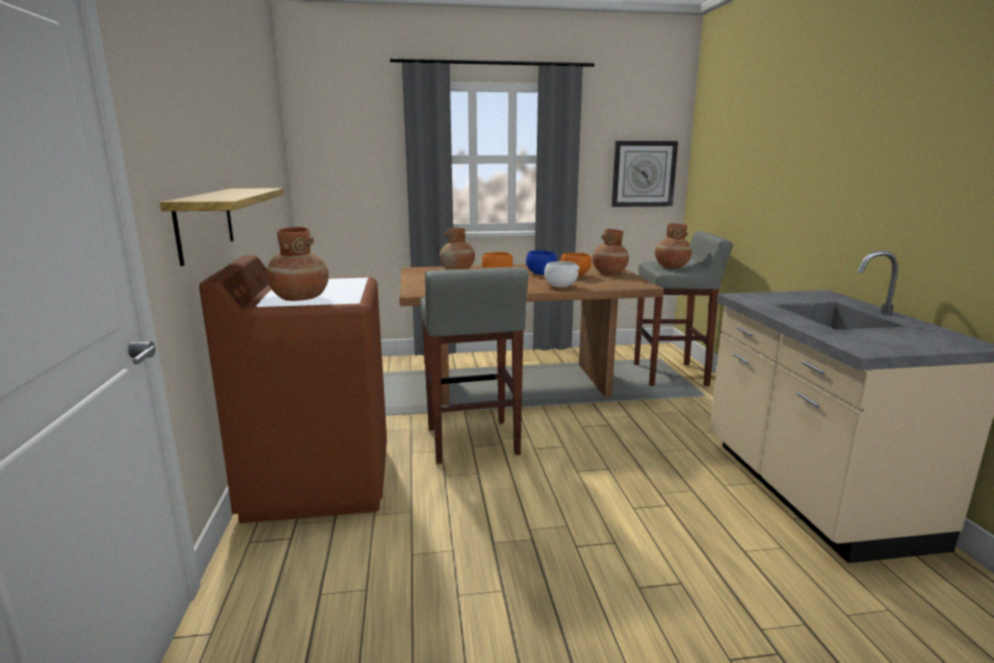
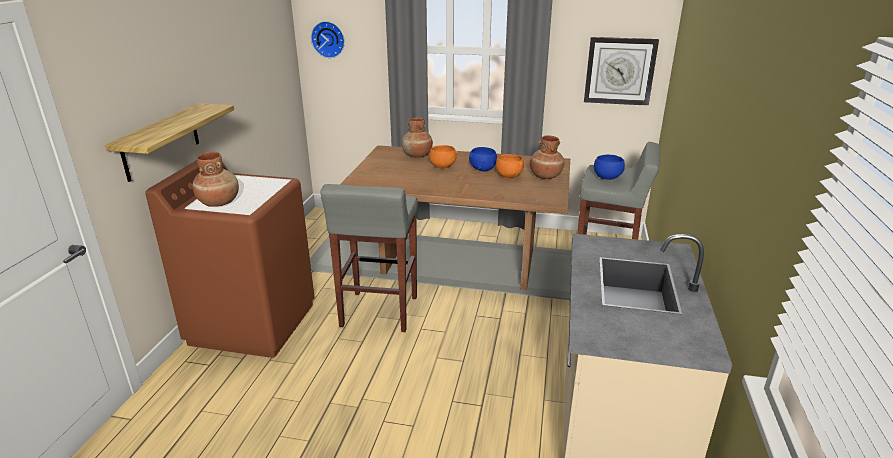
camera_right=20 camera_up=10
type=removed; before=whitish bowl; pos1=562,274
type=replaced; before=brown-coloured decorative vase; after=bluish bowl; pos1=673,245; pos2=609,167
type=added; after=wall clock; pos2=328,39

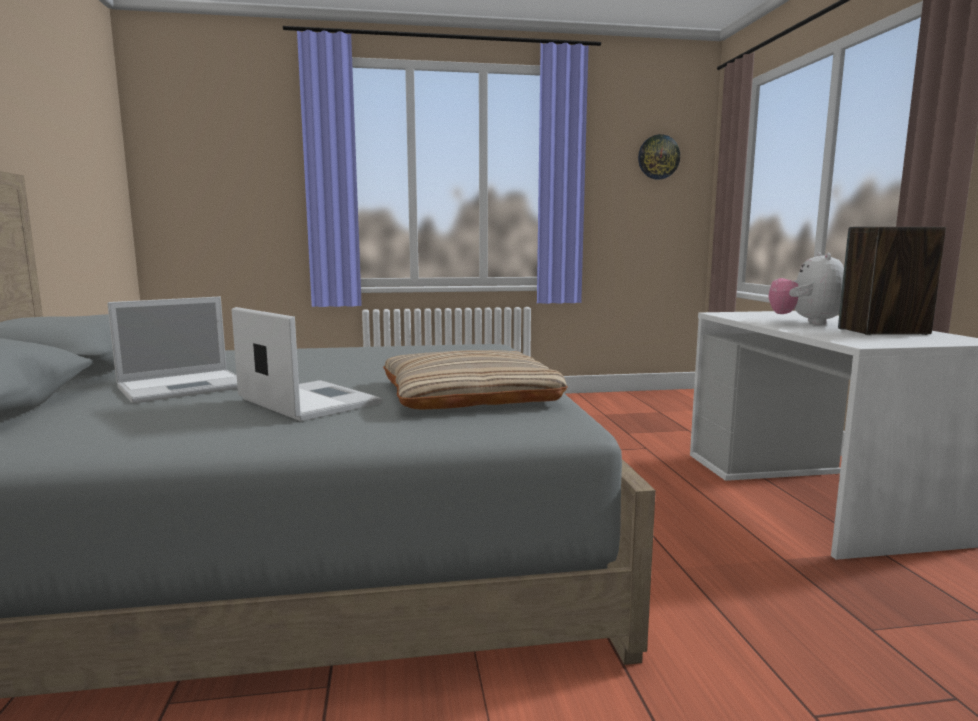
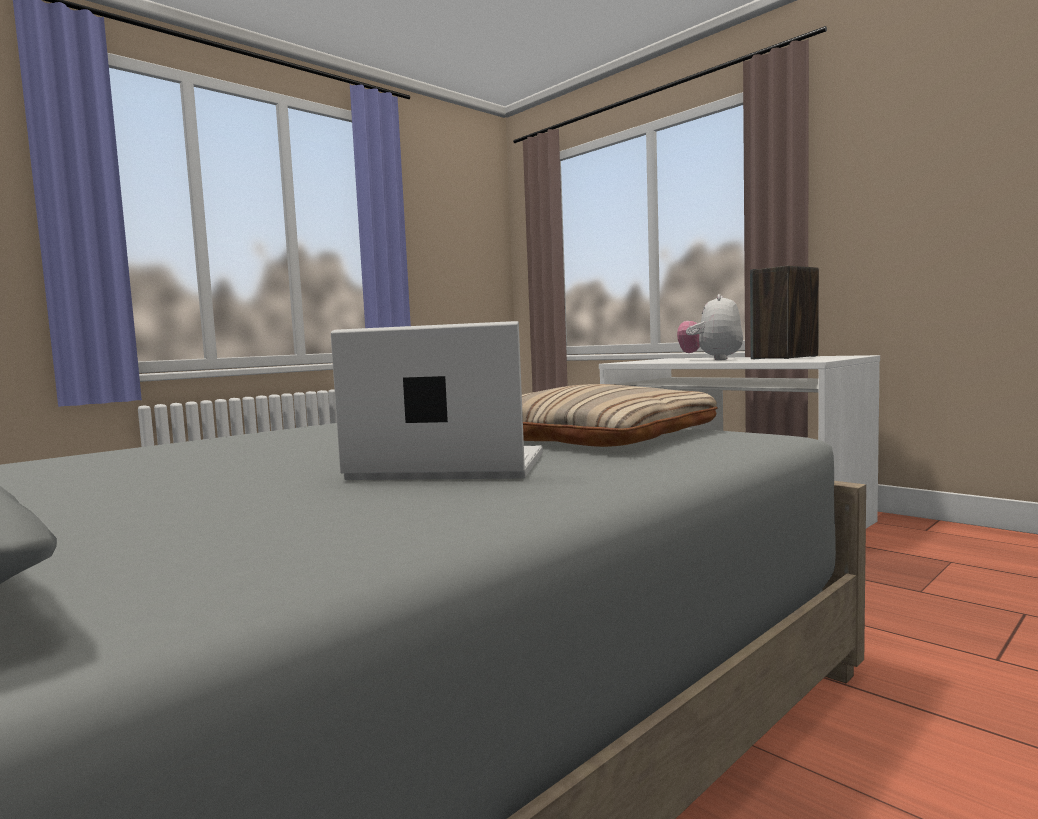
camera_right=-35 camera_up=-5
type=removed; before=laptop; pos1=172,350
type=removed; before=wall clock; pos1=659,157
type=turned; before=cuddly toy; pos1=806,288; pos2=710,327; turn=45

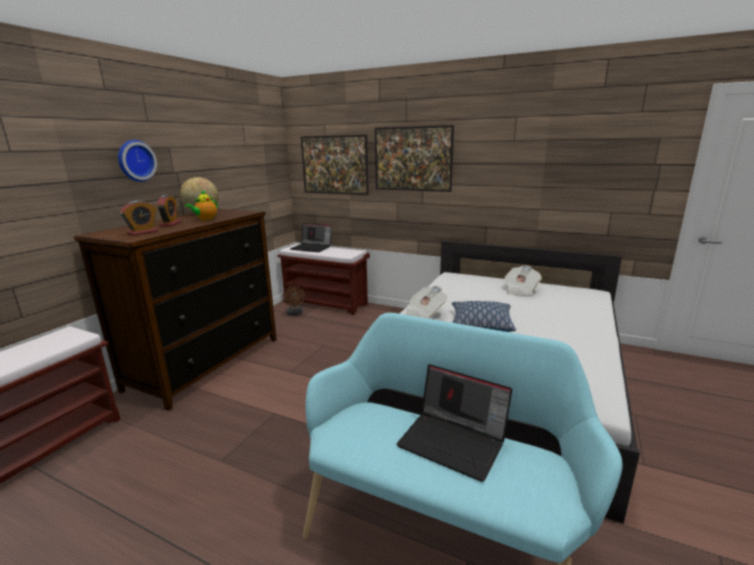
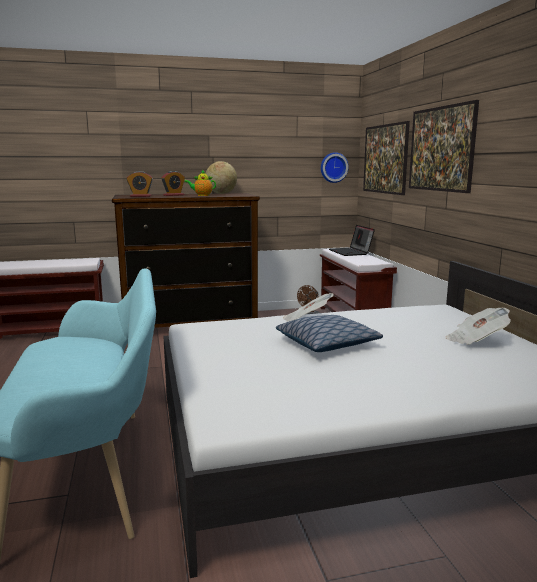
camera_right=50 camera_up=-5
type=moved; before=wall clock; pos1=137,161; pos2=335,167
type=removed; before=laptop; pos1=454,423

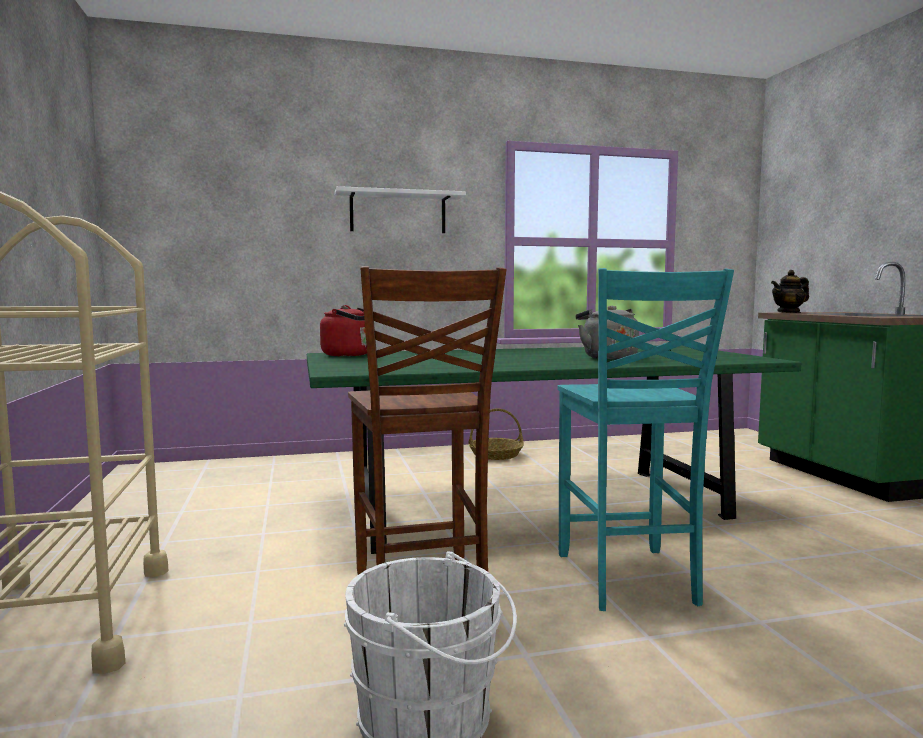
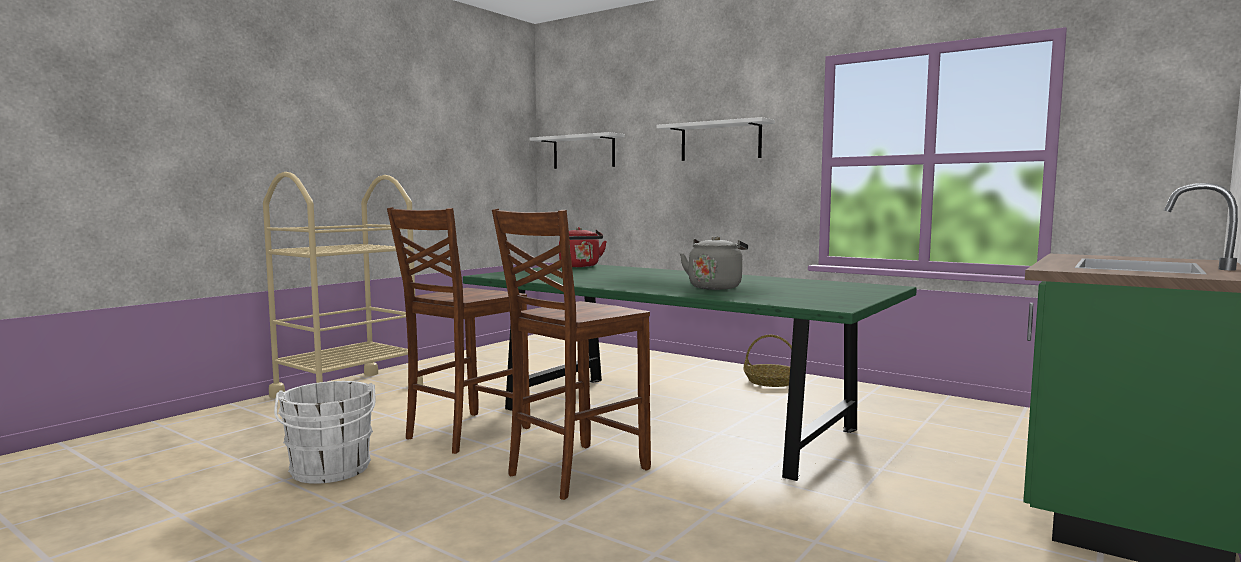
camera_right=50 camera_up=0
type=recoloured; before=turquoise-coloured upright chair; after=brown-coloured upright chair; pos1=646,439; pos2=571,354
type=removed; before=tea pot; pos1=790,291
type=added; after=whitish wall shelf; pos2=577,150

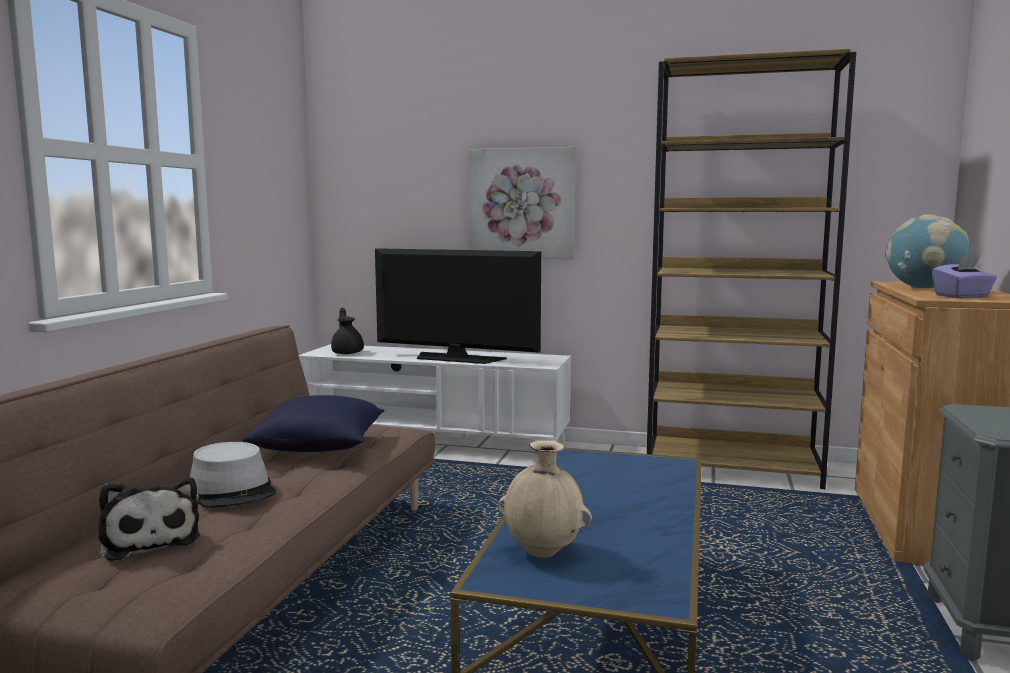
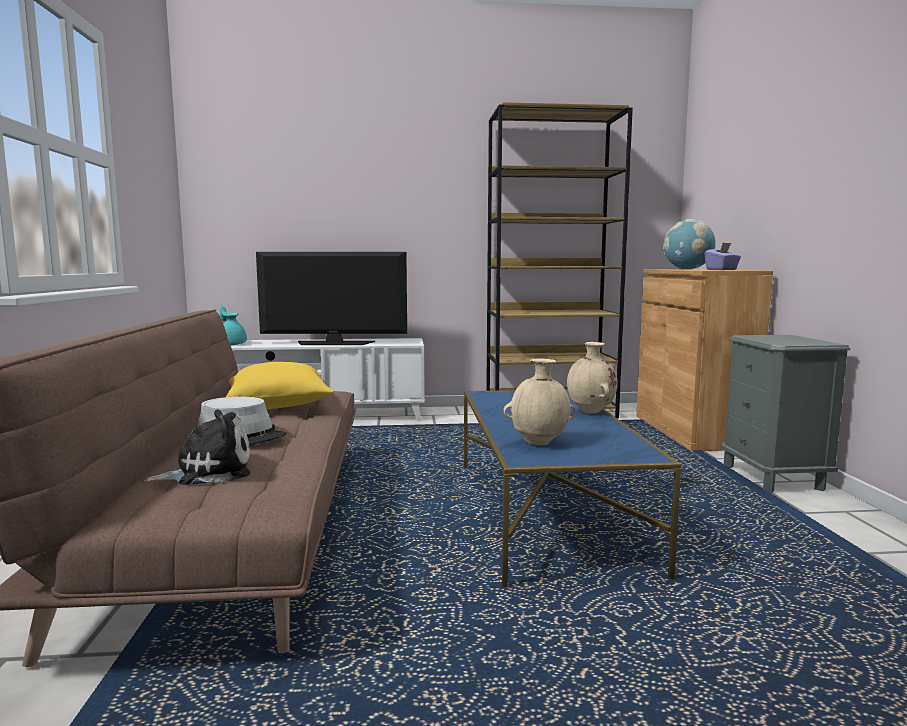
camera_right=-20 camera_up=0
type=turned; before=cuddly toy; pos1=149,519; pos2=197,447; turn=-60
type=recoloured; before=bluish throw pillow; after=yellow throw pillow; pos1=314,423; pos2=279,385
type=recoloured; before=black-coloured tea pot; after=turquoise-coloured tea pot; pos1=347,331; pos2=233,325
type=removed; before=wall art; pos1=522,203
type=added; after=beige decorative vase; pos2=592,378

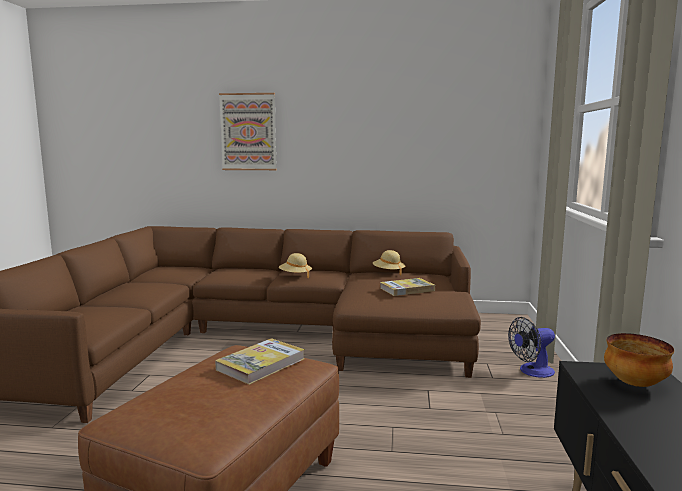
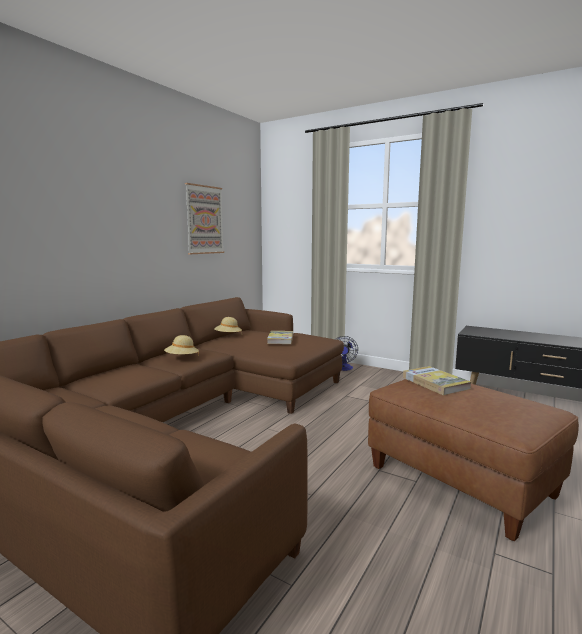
camera_right=-65 camera_up=0
type=moved; before=wall art; pos1=248,131; pos2=204,218
type=removed; before=bowl; pos1=639,360

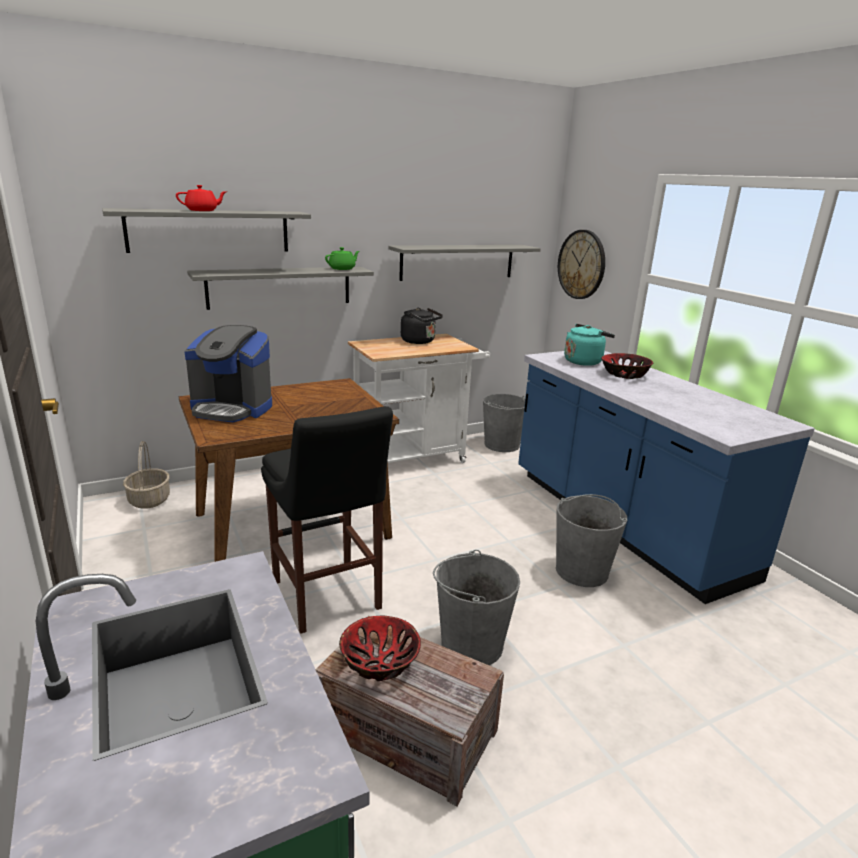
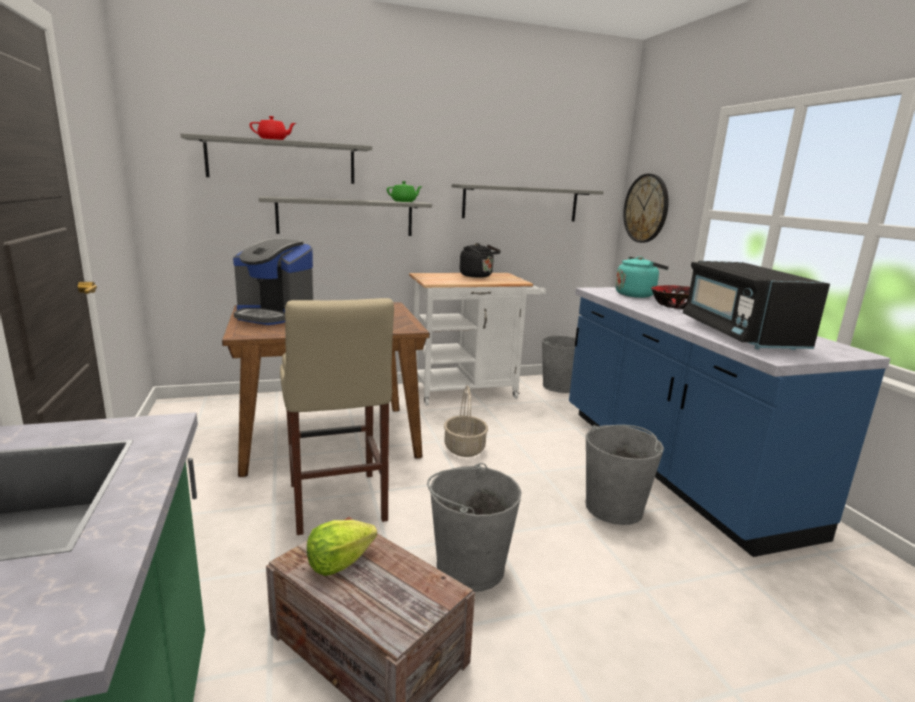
camera_right=10 camera_up=-5
type=moved; before=storage basket; pos1=146,475; pos2=466,421
type=recoloured; before=black-coloured sitting stool; after=beige sitting stool; pos1=327,520; pos2=337,416
type=replaced; before=bowl; after=head of lettuce; pos1=380,648; pos2=342,548
type=added; after=black-coloured microwave; pos2=756,305

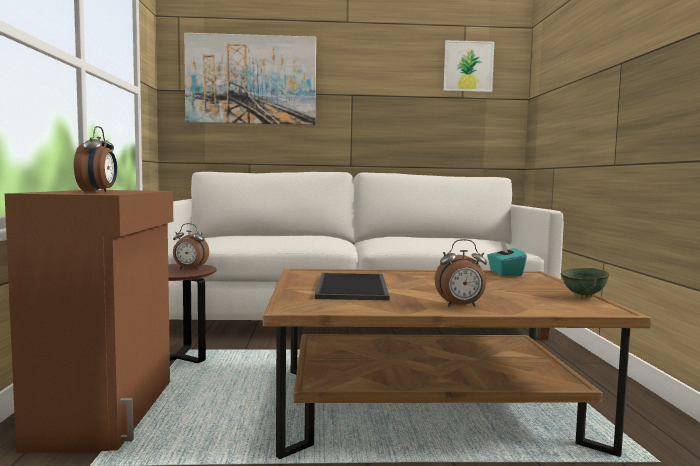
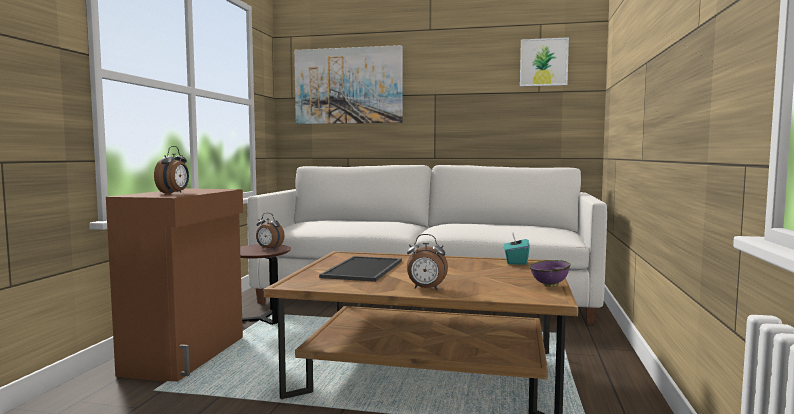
camera_right=15 camera_up=0
type=recoloured; before=greenish bowl; after=purple-coloured bowl; pos1=585,283; pos2=549,273

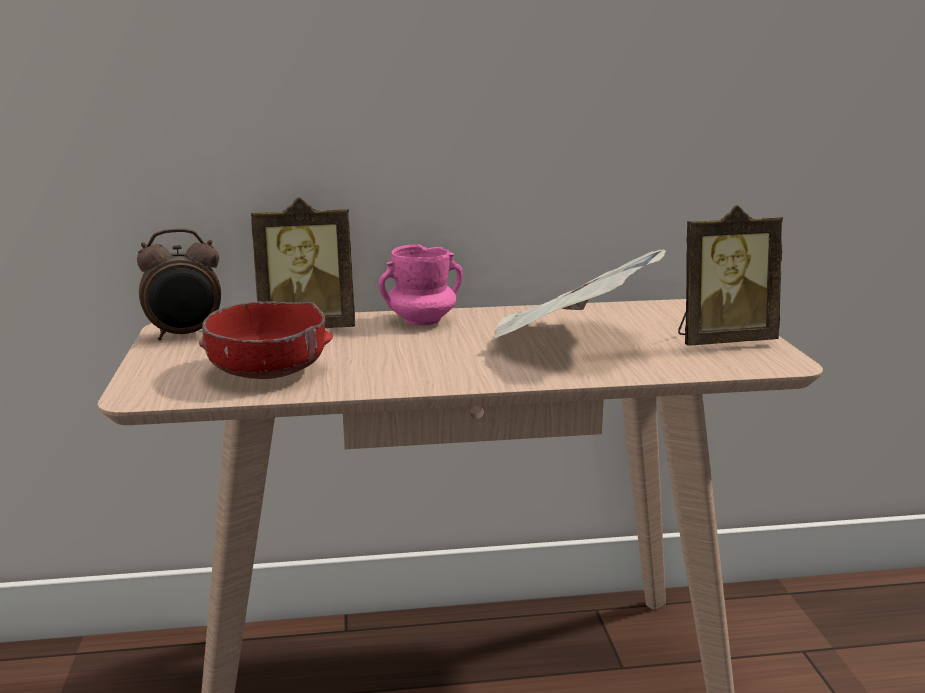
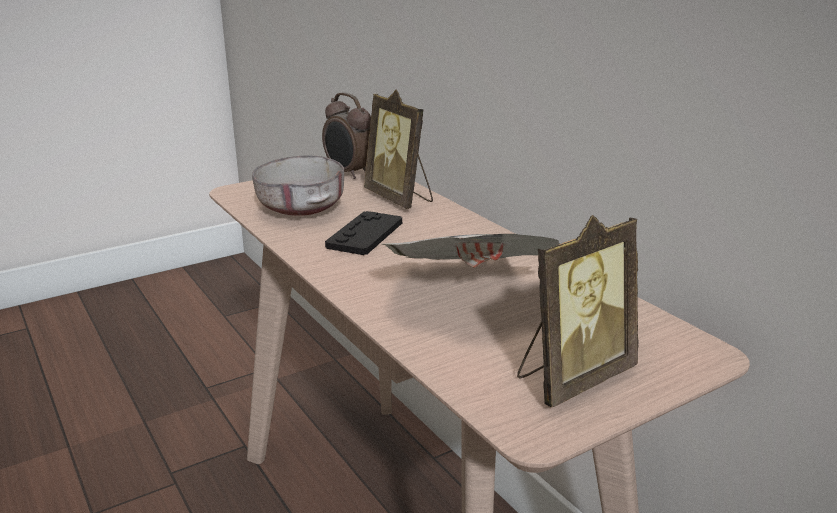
camera_right=65 camera_up=5
type=recoloured; before=red-coloured bowl; after=greyish bowl; pos1=266,340; pos2=298,185
type=removed; before=pink-coloured mug; pos1=420,285
type=turned; before=standing frame; pos1=730,275; pos2=578,311; turn=-90
type=added; after=black-coloured game controller; pos2=363,233

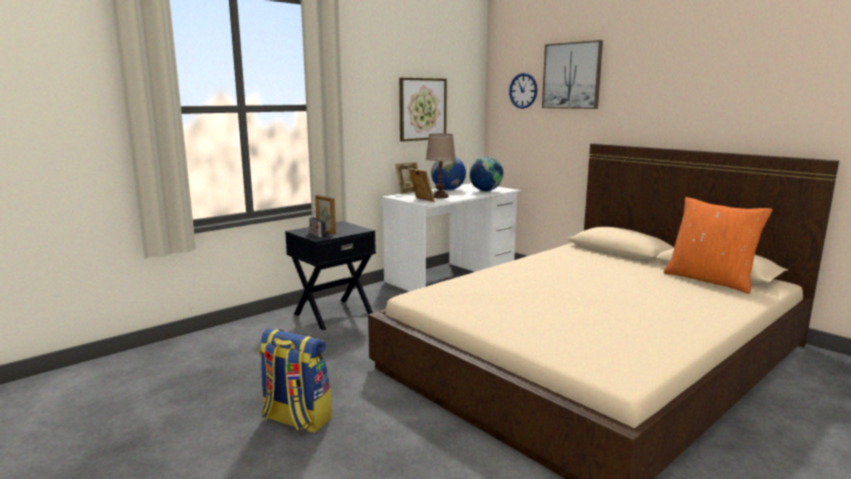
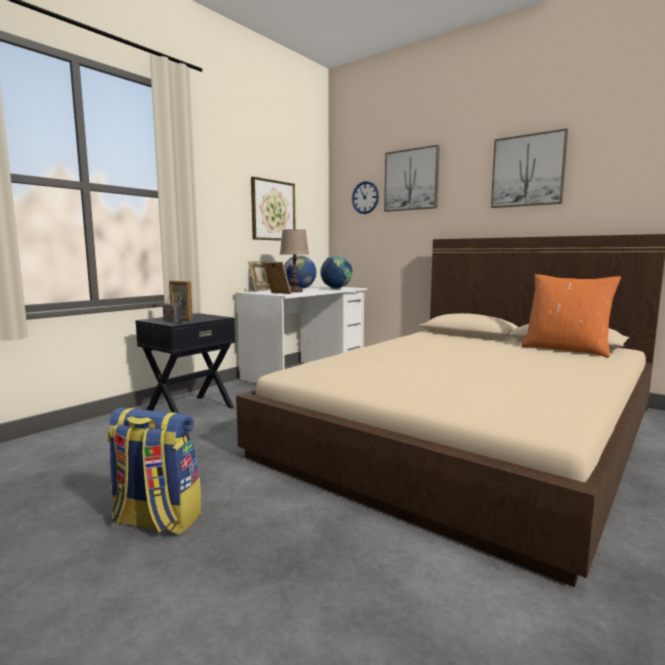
camera_right=-10 camera_up=-5
type=added; after=wall art; pos2=529,168

